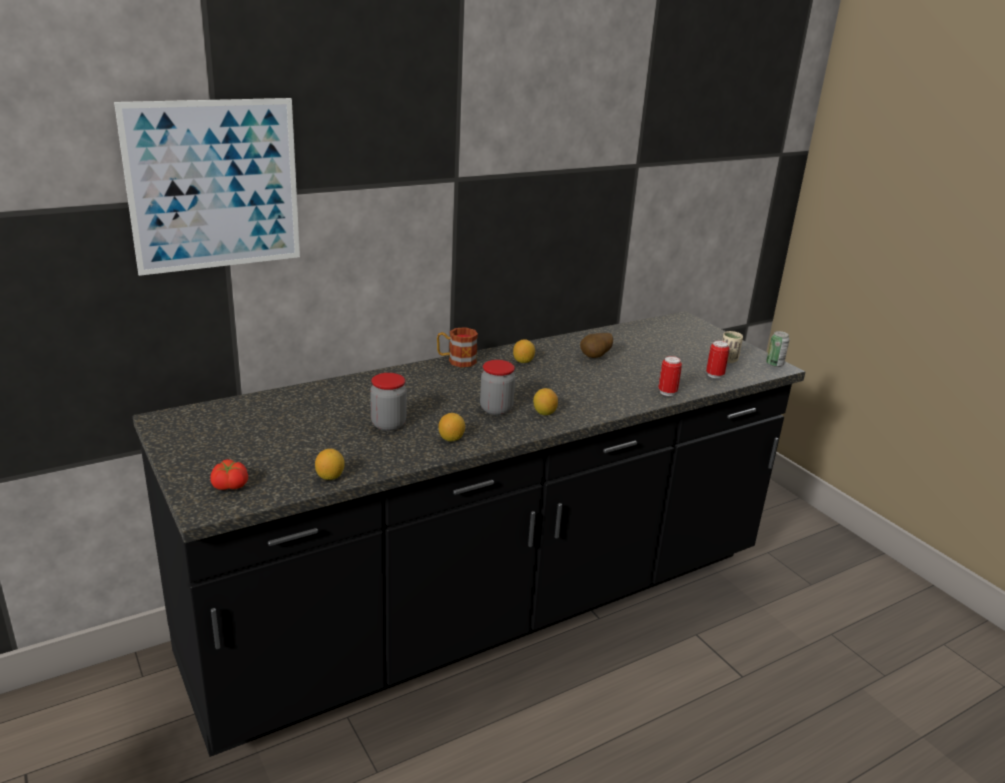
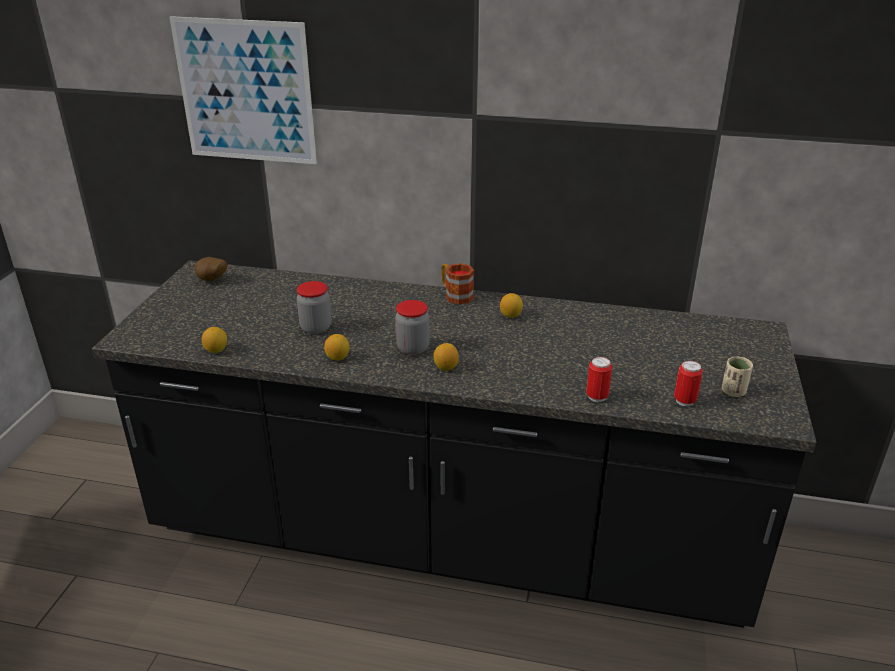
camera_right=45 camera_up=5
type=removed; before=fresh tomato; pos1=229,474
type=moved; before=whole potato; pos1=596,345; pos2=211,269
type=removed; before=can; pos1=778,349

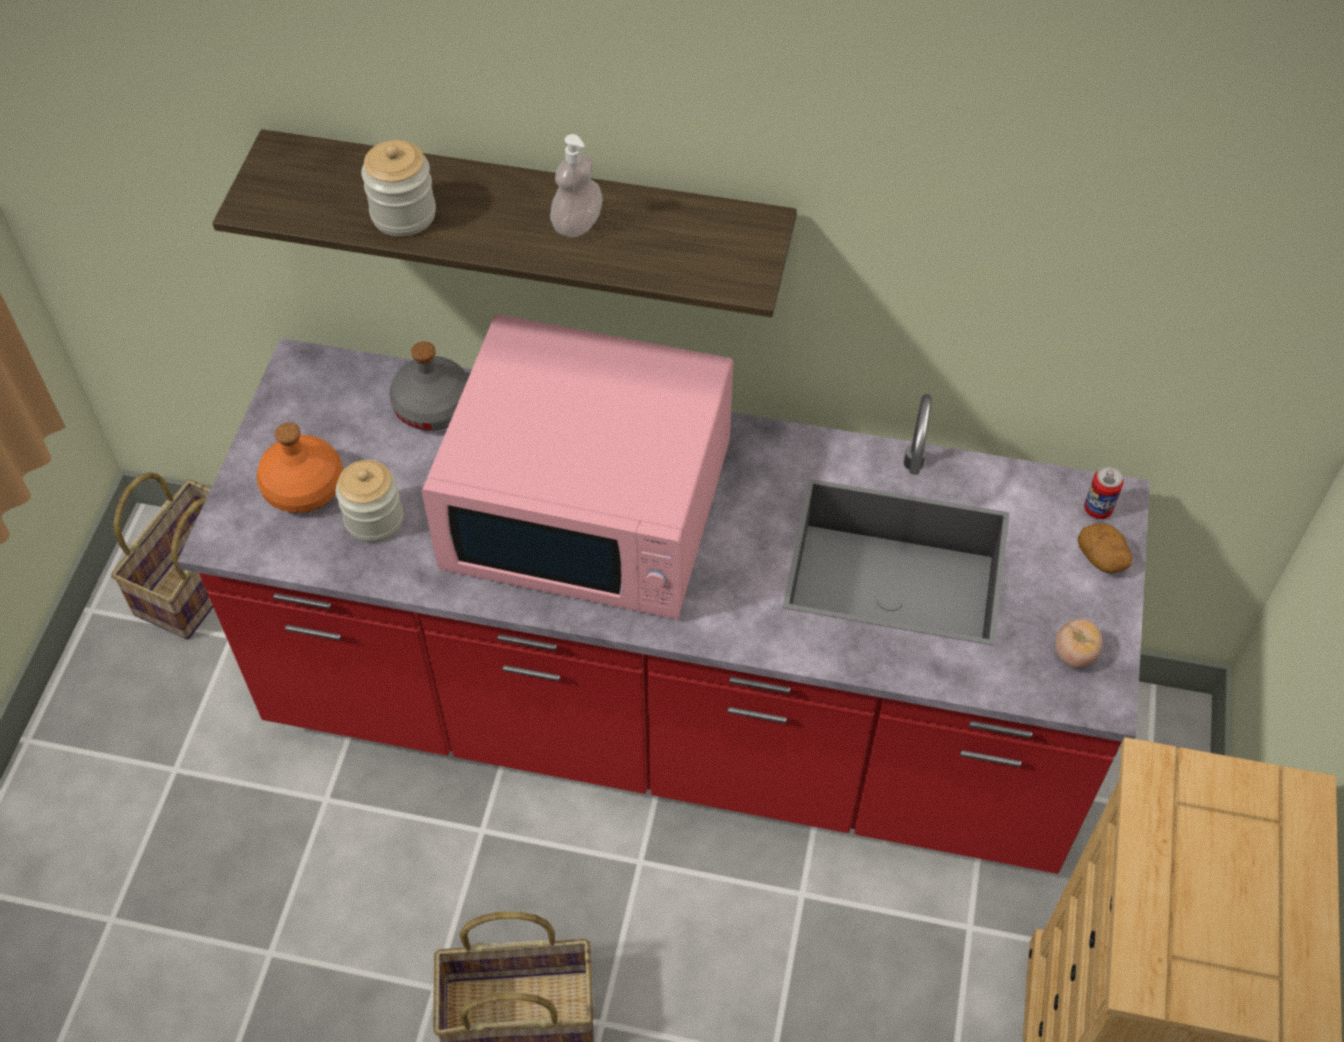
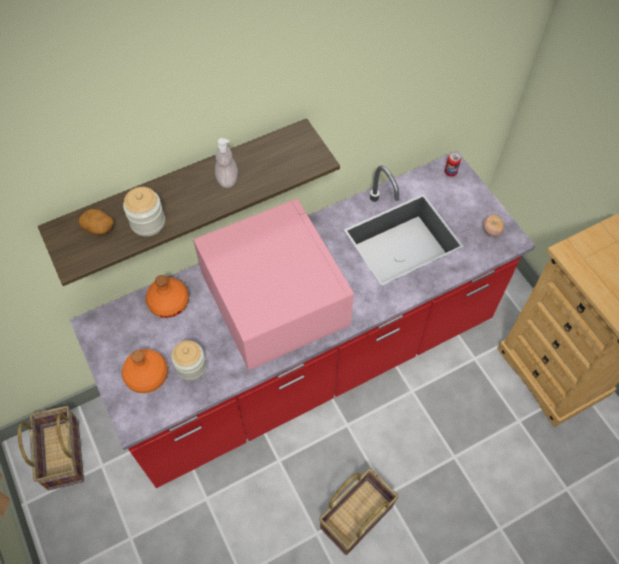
camera_right=-40 camera_up=5
type=recoloured; before=greyish beverage bottle; after=orangey beverage bottle; pos1=429,386; pos2=167,296
type=turned; before=pink-coloured microwave; pos1=577,466; pos2=273,284; turn=-90
type=moved; before=whole potato; pos1=1105,548; pos2=96,222

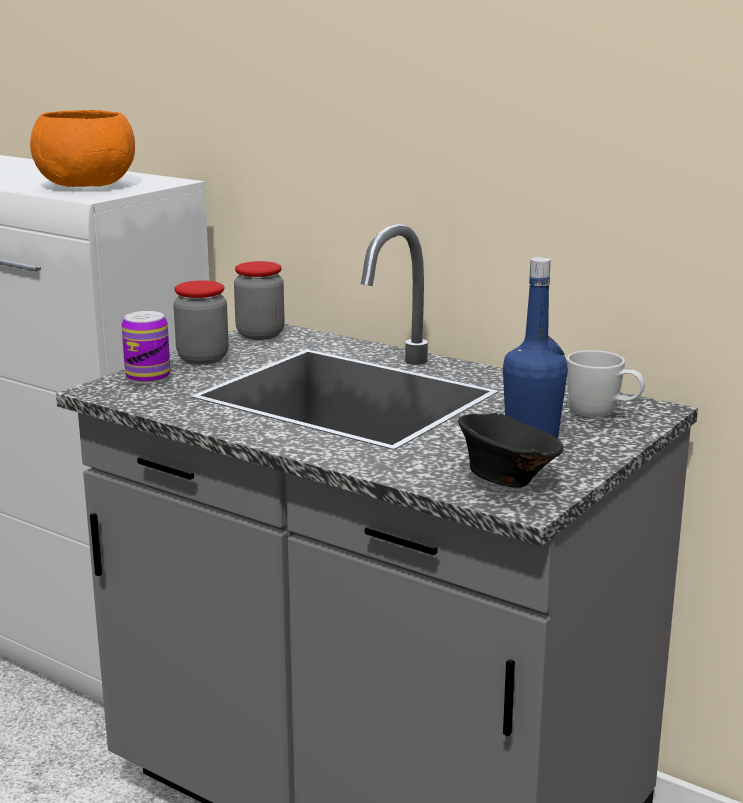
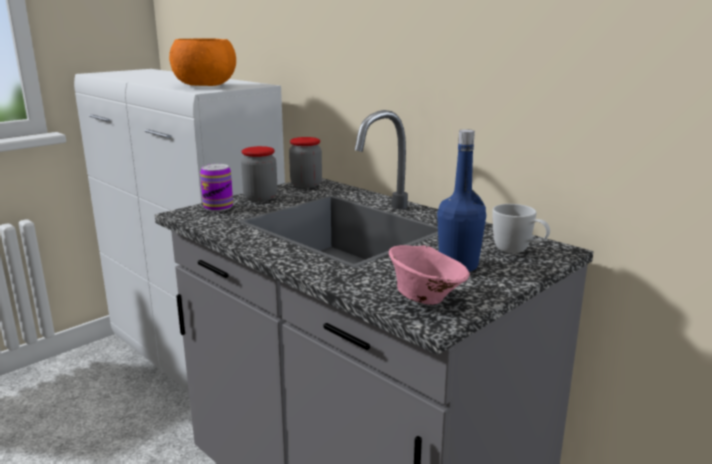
camera_right=10 camera_up=0
type=recoloured; before=black-coloured bowl; after=pink-coloured bowl; pos1=510,450; pos2=429,275

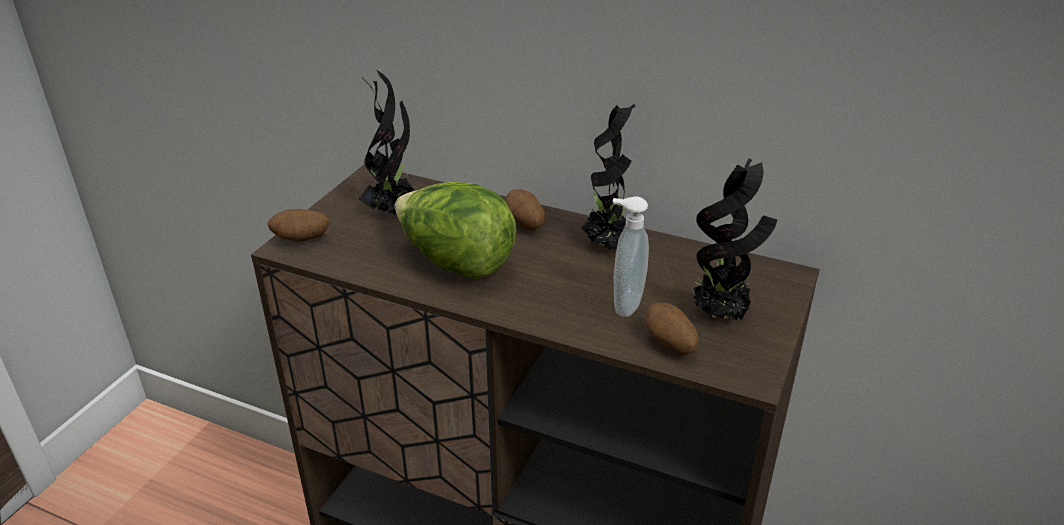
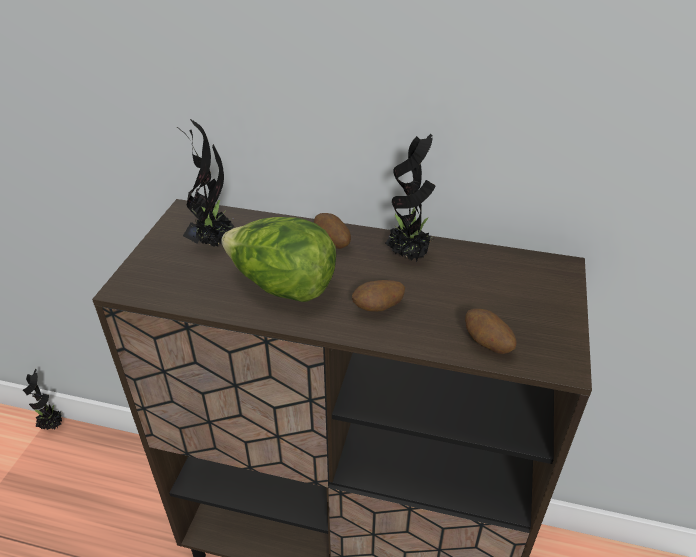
camera_right=-10 camera_up=5
type=moved; before=whole potato; pos1=298,225; pos2=378,296
type=removed; before=soap bottle; pos1=631,256
type=moved; before=houseplant; pos1=736,239; pos2=43,399

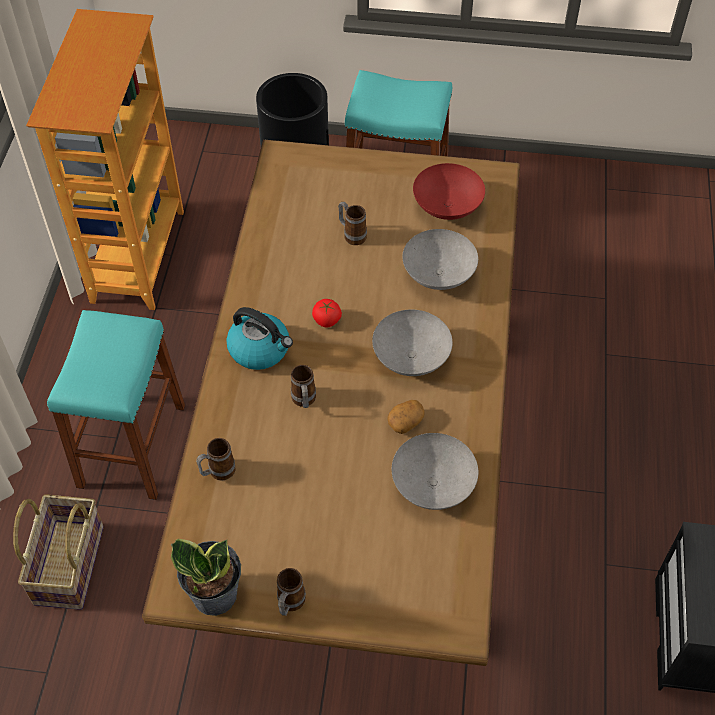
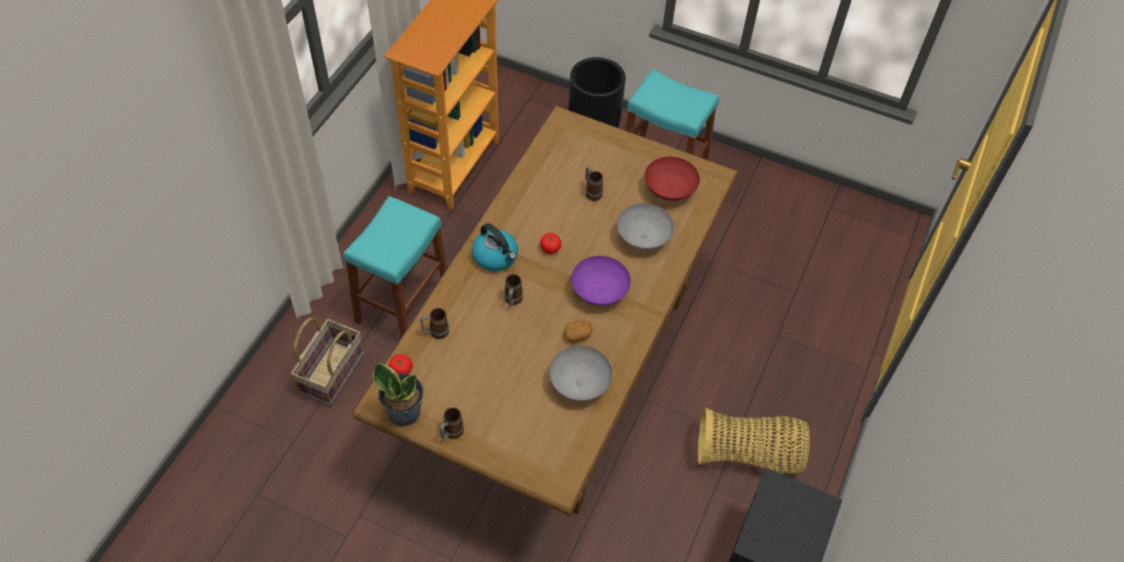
camera_right=15 camera_up=0
type=recoloured; before=greyish bowl; after=purple-coloured bowl; pos1=412,342; pos2=601,281
type=added; after=fresh tomato; pos2=401,364
type=added; after=storage basket; pos2=754,440

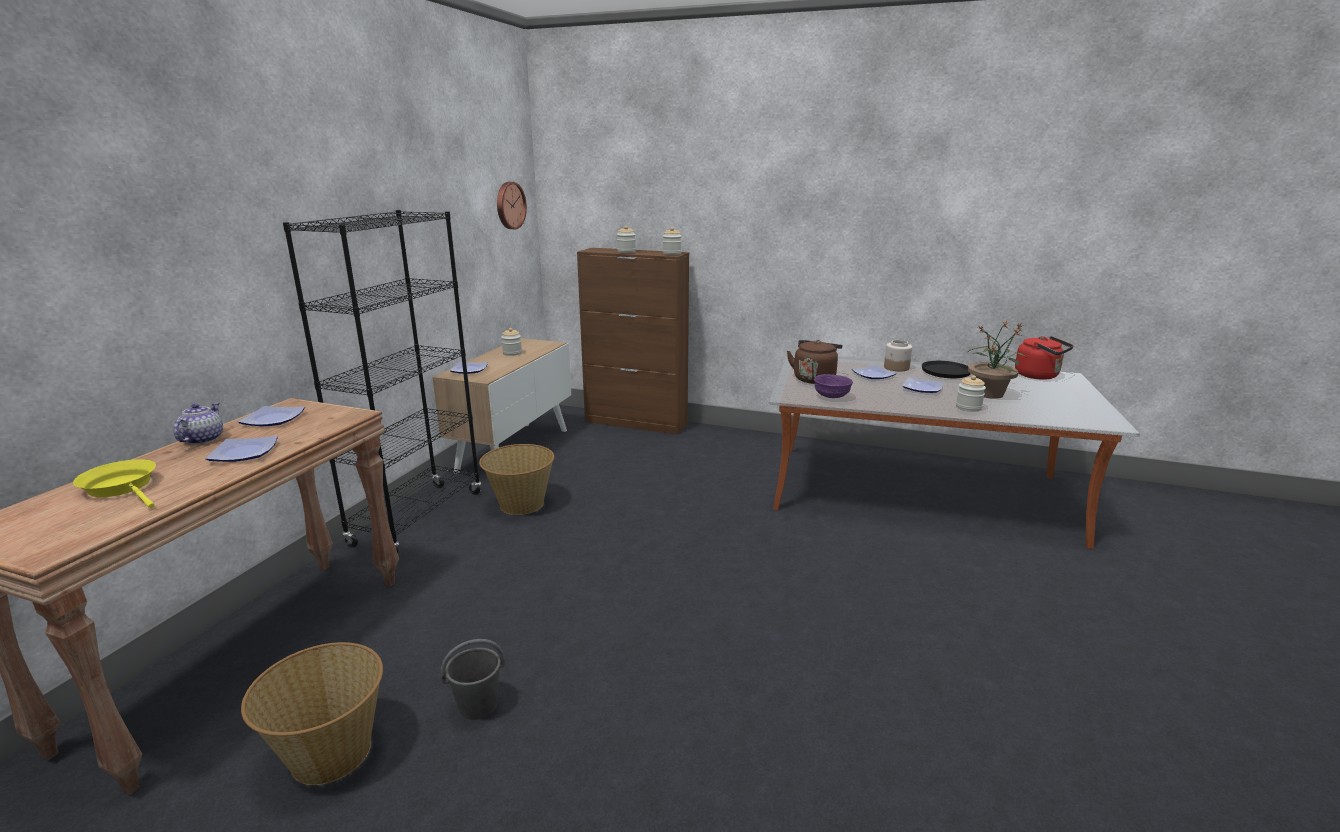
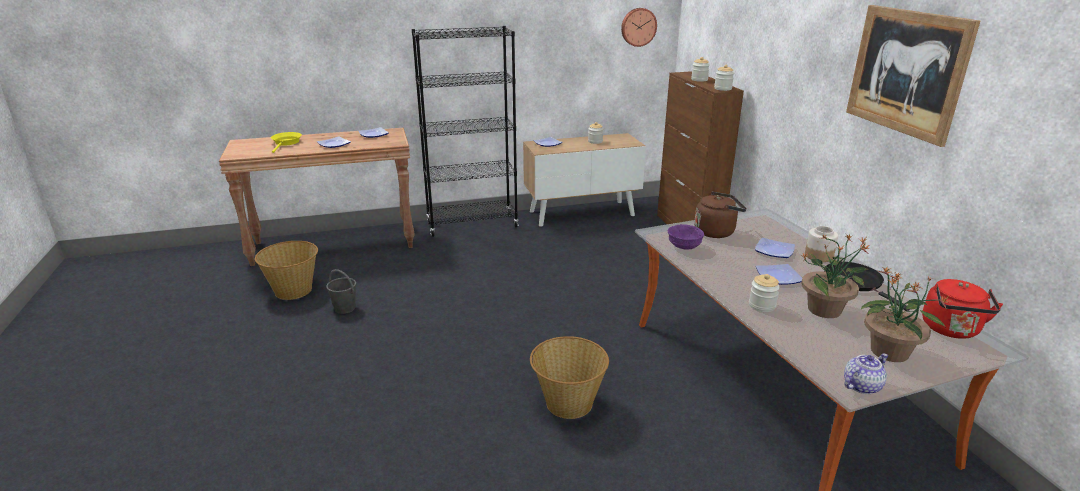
camera_right=55 camera_up=5
type=moved; before=tea pot; pos1=198,424; pos2=866,373
type=moved; before=storage basket; pos1=516,479; pos2=569,377
type=added; after=wall art; pos2=913,76
type=added; after=houseplant; pos2=905,314

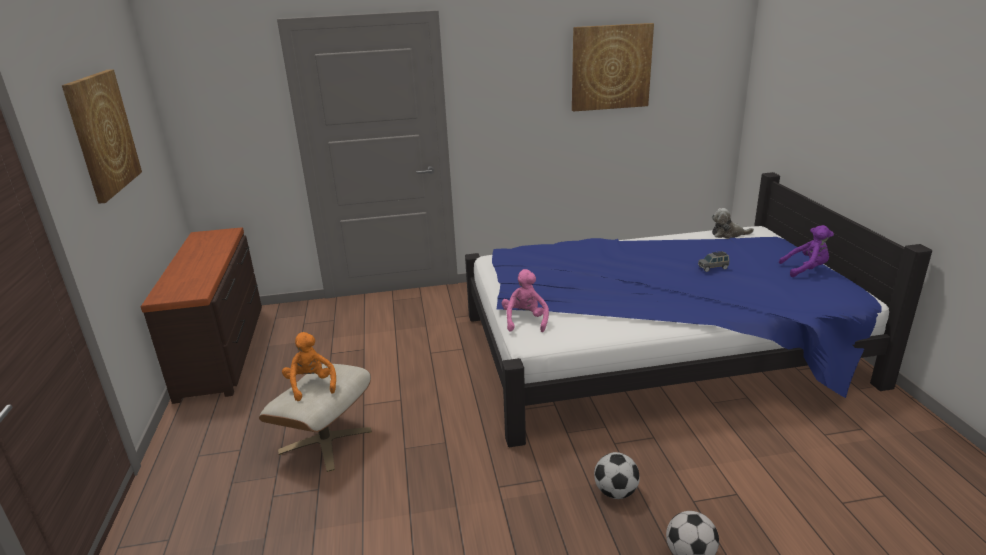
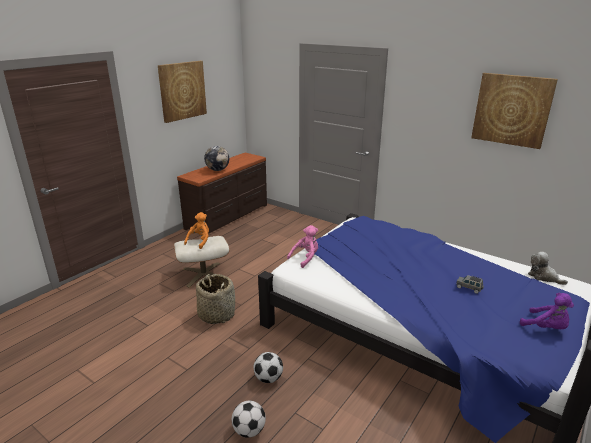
camera_right=45 camera_up=0
type=added; after=storage basket; pos2=215,299
type=added; after=world globe; pos2=216,158

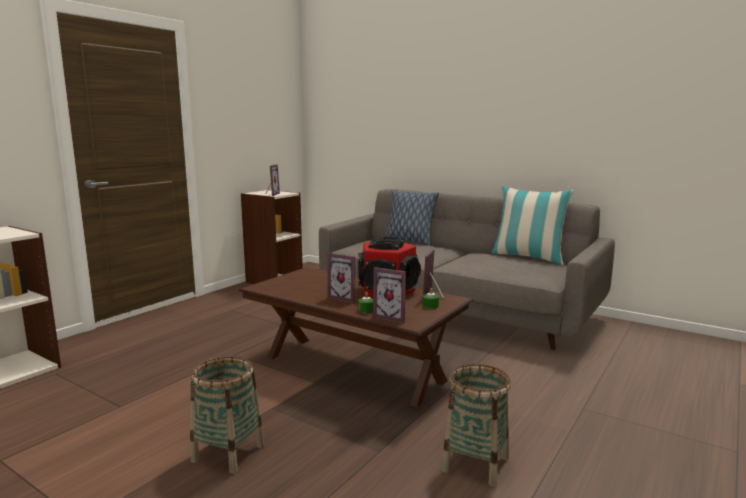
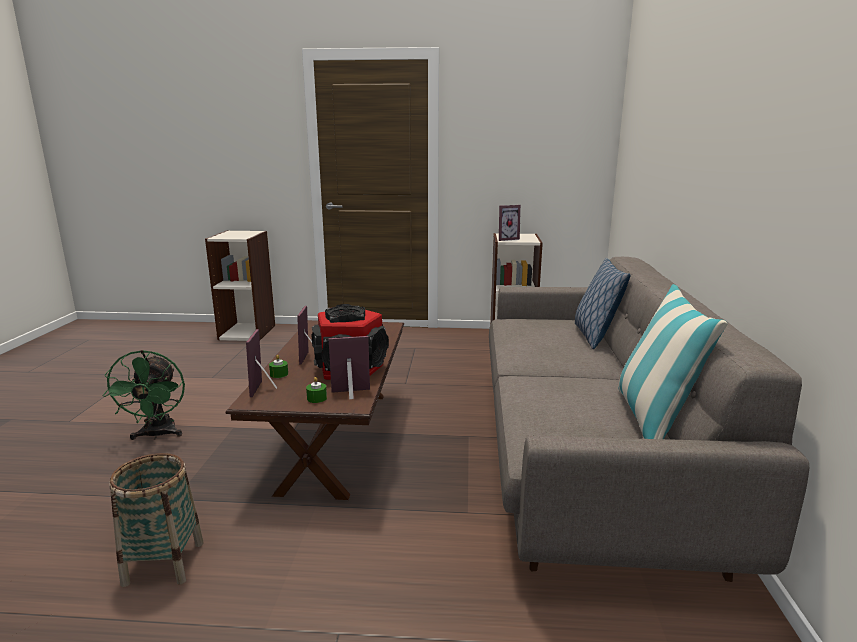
camera_right=60 camera_up=5
type=replaced; before=storage basket; after=greenish electric fan; pos1=227,415; pos2=143,395

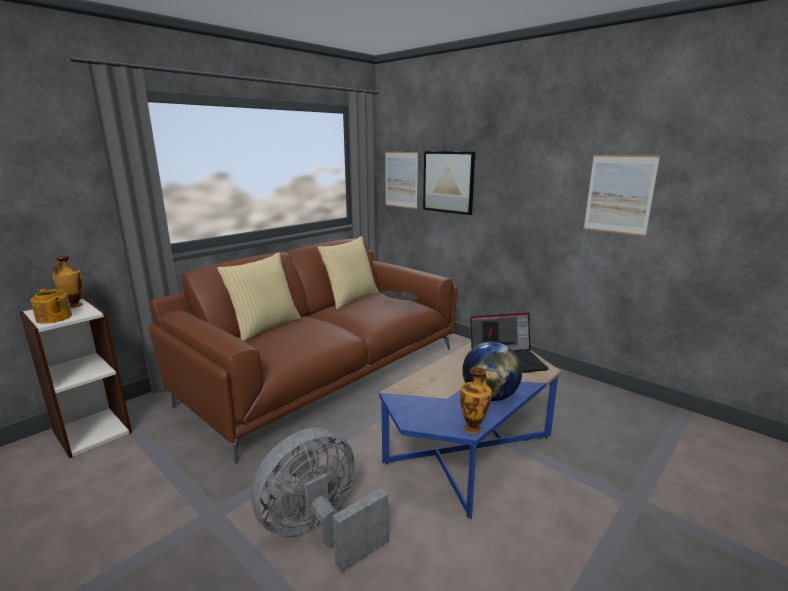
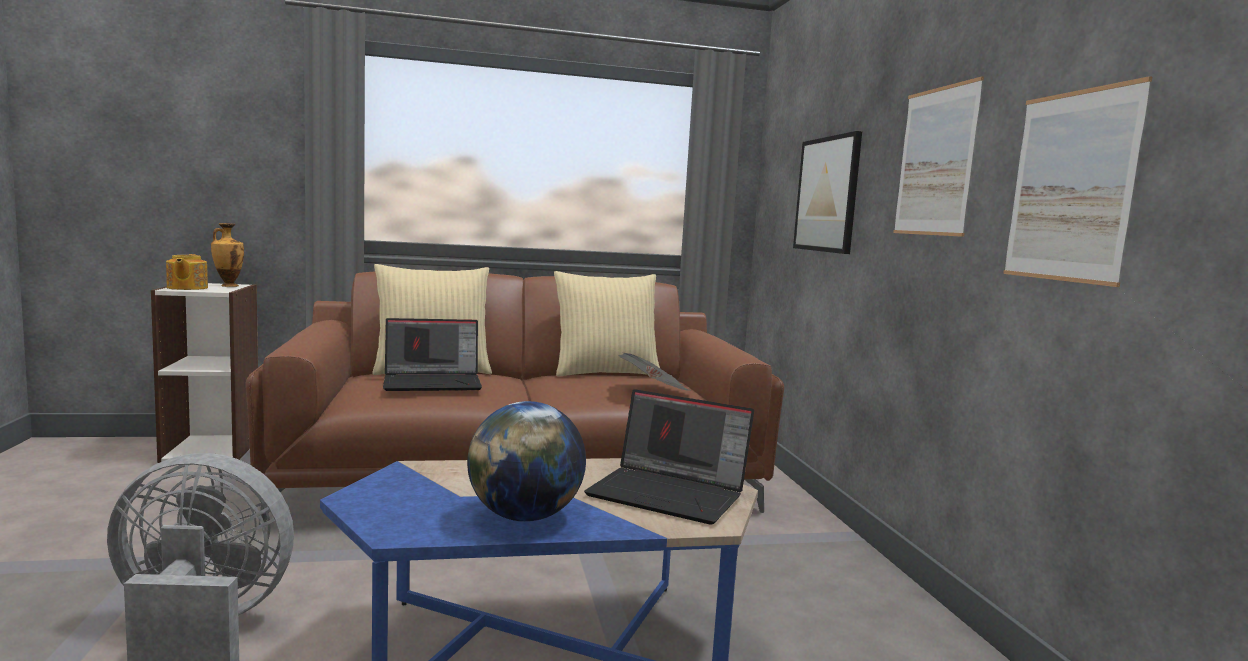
camera_right=35 camera_up=-10
type=moved; before=wall art; pos1=401,180; pos2=938,157
type=removed; before=decorative vase; pos1=476,400
type=added; after=laptop; pos2=432,354

